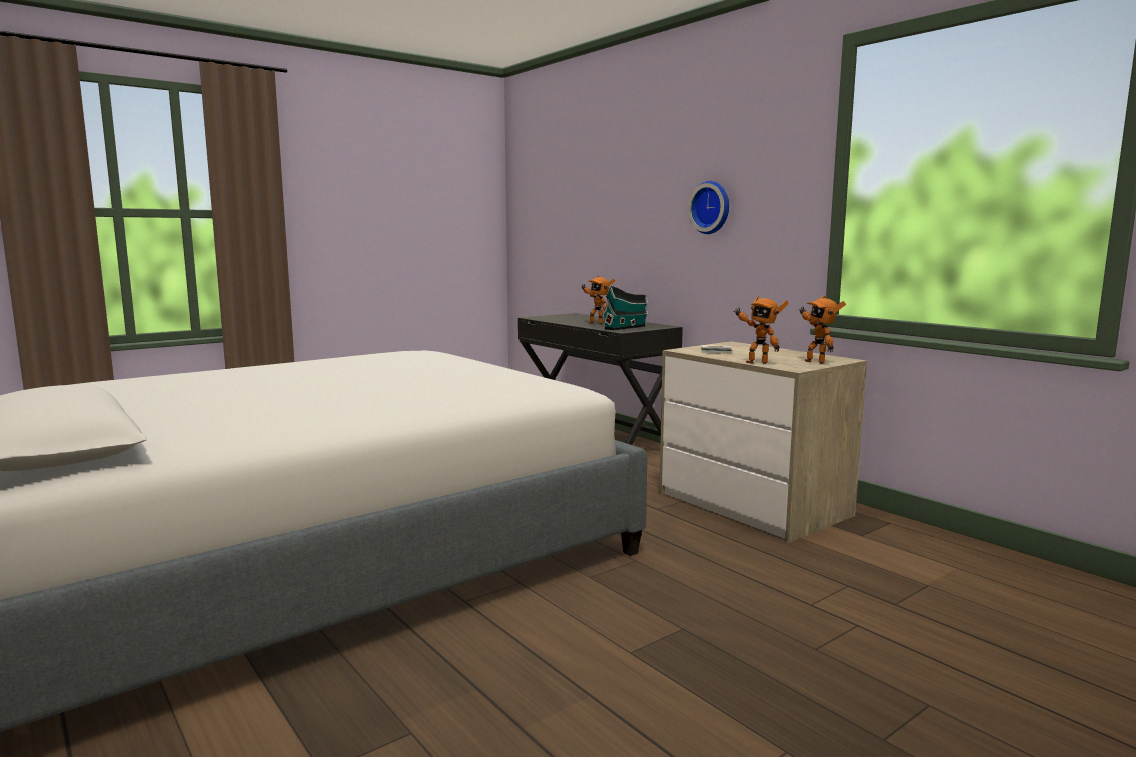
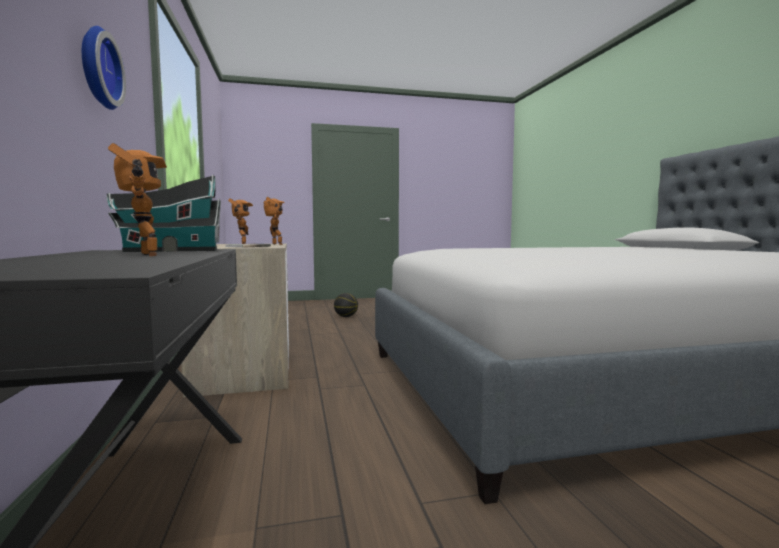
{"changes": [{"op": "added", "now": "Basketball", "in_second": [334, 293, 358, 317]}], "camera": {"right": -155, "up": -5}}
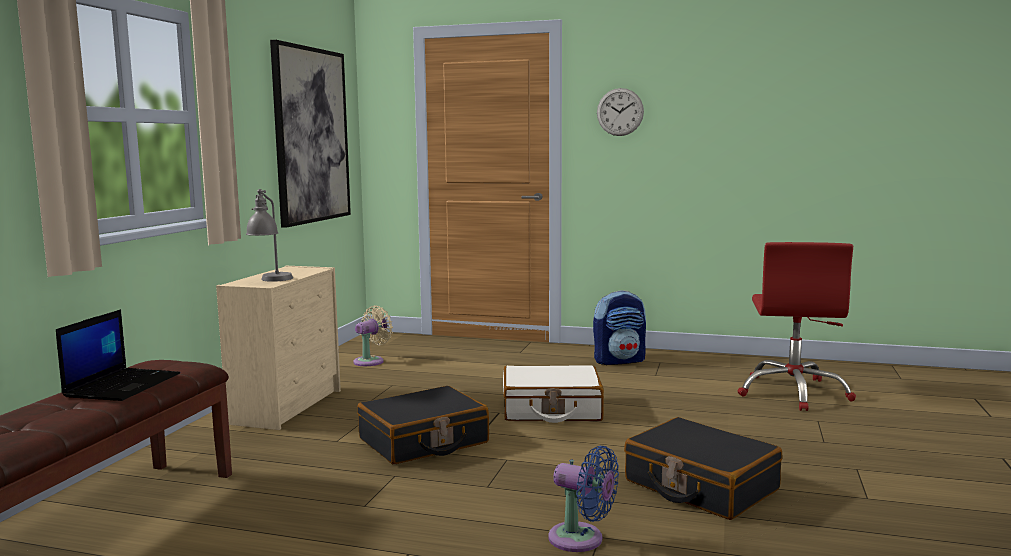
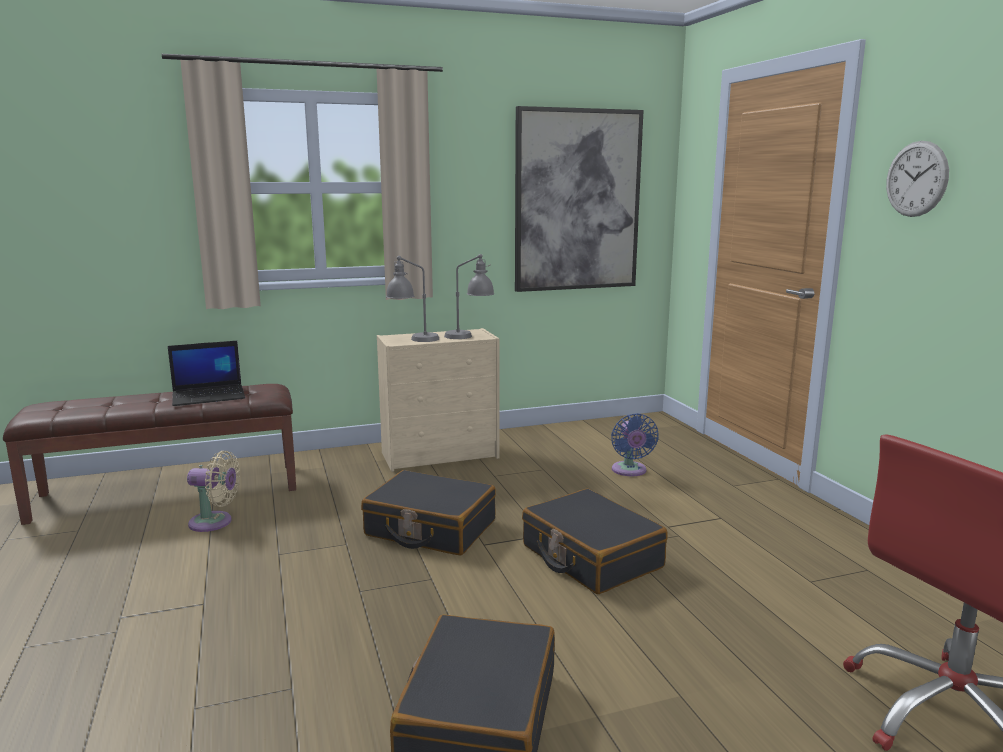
{"changes": [{"op": "removed", "was": "Rucksack", "in_first": [593, 290, 646, 365]}, {"op": "added", "now": "Tischlampe/grau", "in_second": [444, 254, 495, 339]}, {"op": "moved", "was": "Ventilator/beige", "in_first": [353, 305, 393, 366], "in_second": [187, 451, 240, 532]}, {"op": "moved", "was": "Ventilator/blau", "in_first": [548, 446, 619, 552], "in_second": [611, 413, 659, 476]}, {"op": "recoloured", "was": "Koffer/weiß", "now": "Koffer/schwarz", "in_first": [503, 365, 604, 423], "in_second": [522, 489, 667, 594]}], "camera": {"right": 55, "up": 5}}
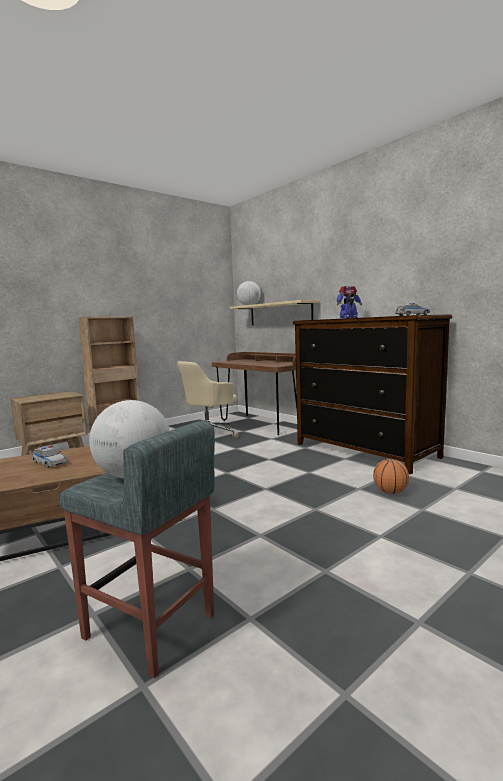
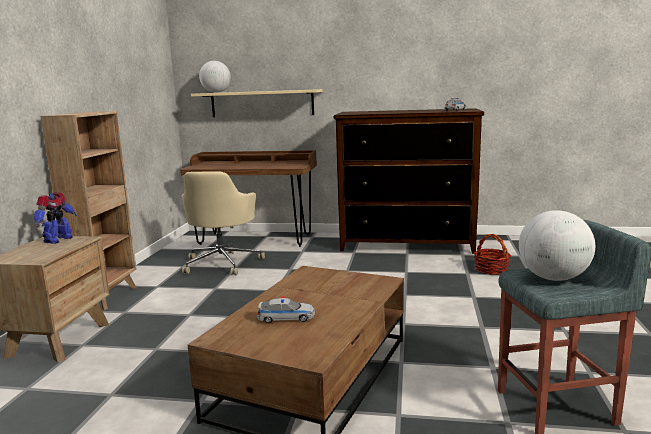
{"changes": [{"op": "moved", "was": "Spielzeugroboter", "in_first": [337, 286, 362, 319], "in_second": [34, 192, 77, 244]}, {"op": "replaced", "was": "Basketball", "now": "Korb", "in_first": [373, 459, 409, 494], "in_second": [474, 234, 511, 275]}], "camera": {"right": -40, "up": 5}}
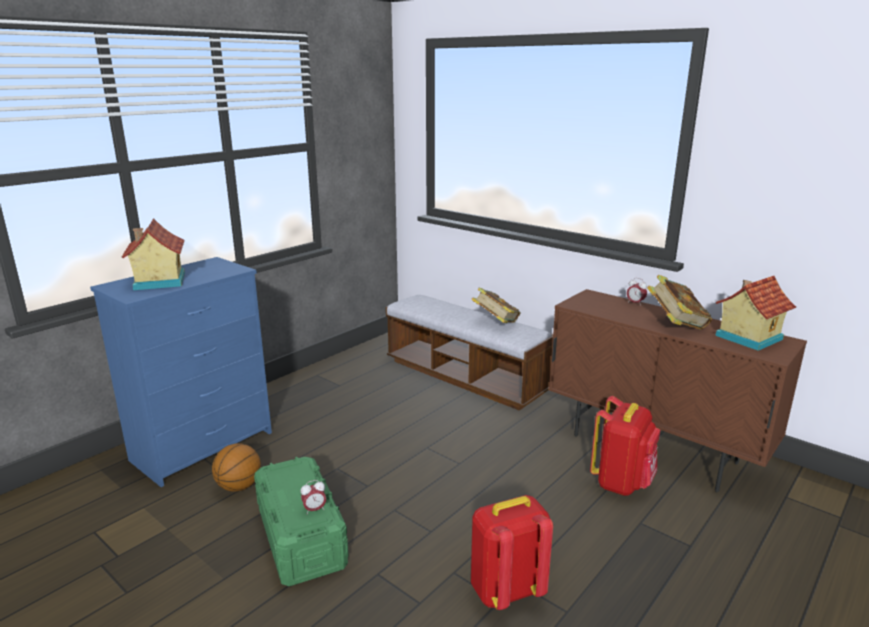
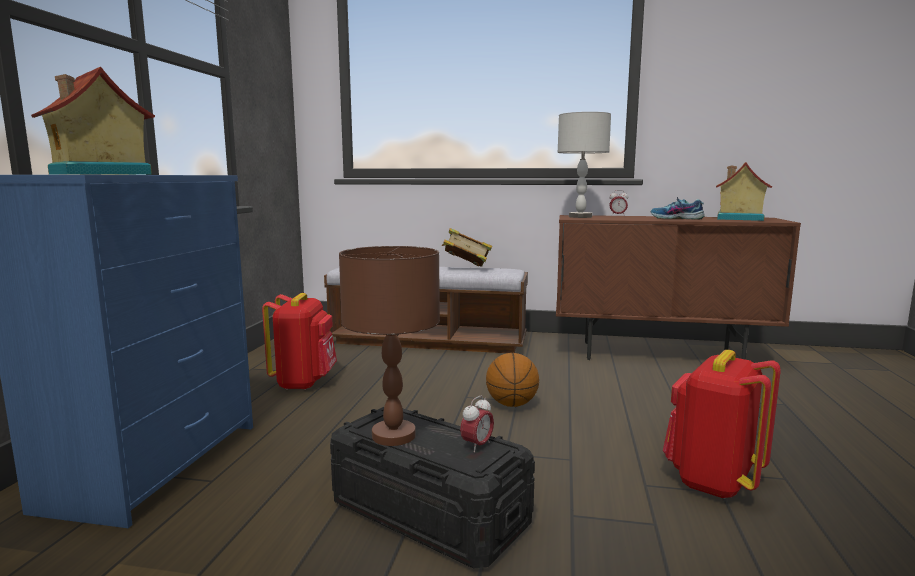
{"changes": [{"op": "added", "now": "Tischlampe/braun", "in_second": [339, 246, 440, 446]}, {"op": "added", "now": "Tischlampe/grau", "in_second": [558, 112, 611, 218]}, {"op": "moved", "was": "Basketball", "in_first": [212, 443, 261, 492], "in_second": [486, 353, 539, 407]}, {"op": "moved", "was": "Rucksack/rot", "in_first": [590, 396, 660, 496], "in_second": [262, 293, 337, 390]}, {"op": "replaced", "was": "Buch", "now": "Schuh", "in_first": [647, 275, 712, 329], "in_second": [651, 197, 705, 219]}, {"op": "recoloured", "was": "Aufbewahrungsbox/grün", "now": "Aufbewahrungsbox/schwarz", "in_first": [254, 457, 348, 586], "in_second": [330, 407, 535, 568]}], "camera": {"right": -30, "up": -10}}
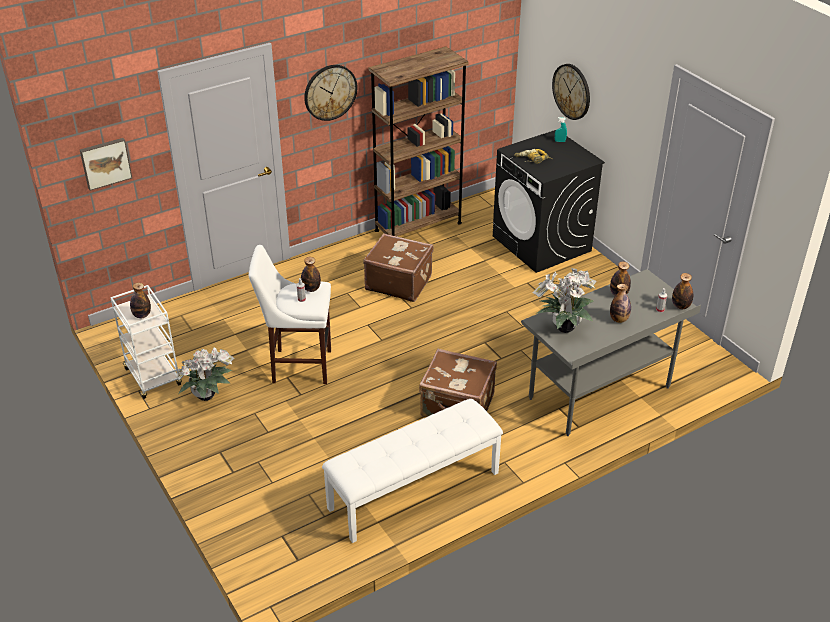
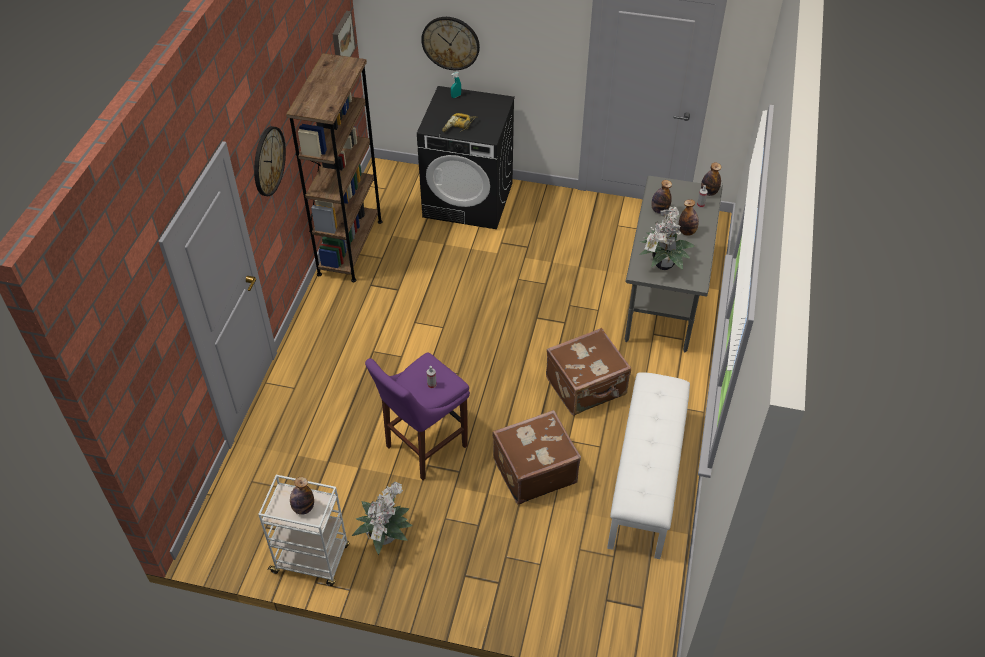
{"changes": [{"op": "removed", "was": "Flasche", "in_first": [301, 257, 321, 292]}, {"op": "moved", "was": "Bild", "in_first": [80, 138, 132, 191], "in_second": [332, 11, 356, 57]}, {"op": "moved", "was": "Koffer/braun", "in_first": [363, 233, 434, 302], "in_second": [493, 410, 581, 504]}, {"op": "recoloured", "was": "Hocker/weiß", "now": "Hocker/lila", "in_first": [249, 245, 331, 384], "in_second": [365, 353, 470, 480]}], "camera": {"right": -45, "up": 10}}
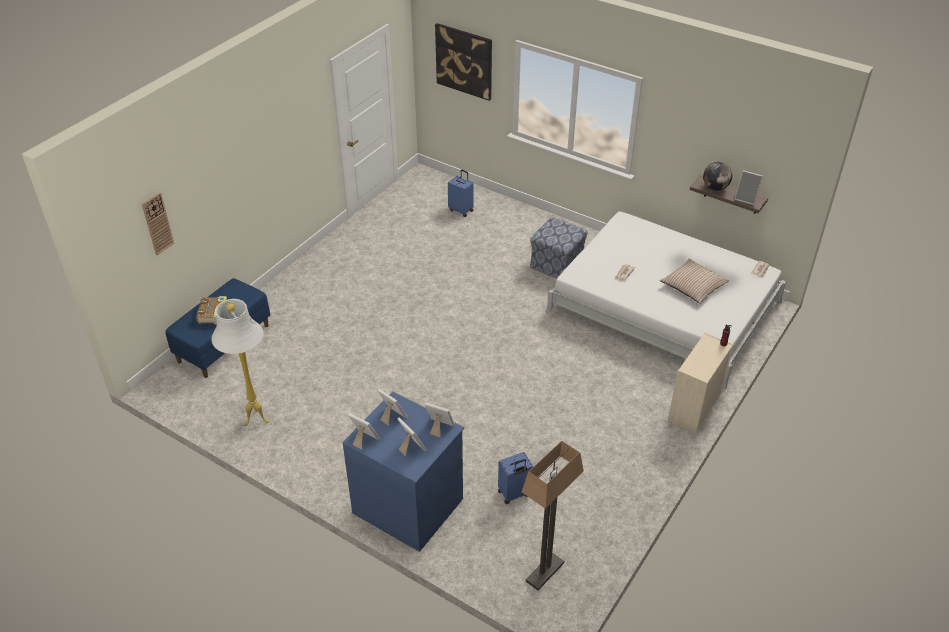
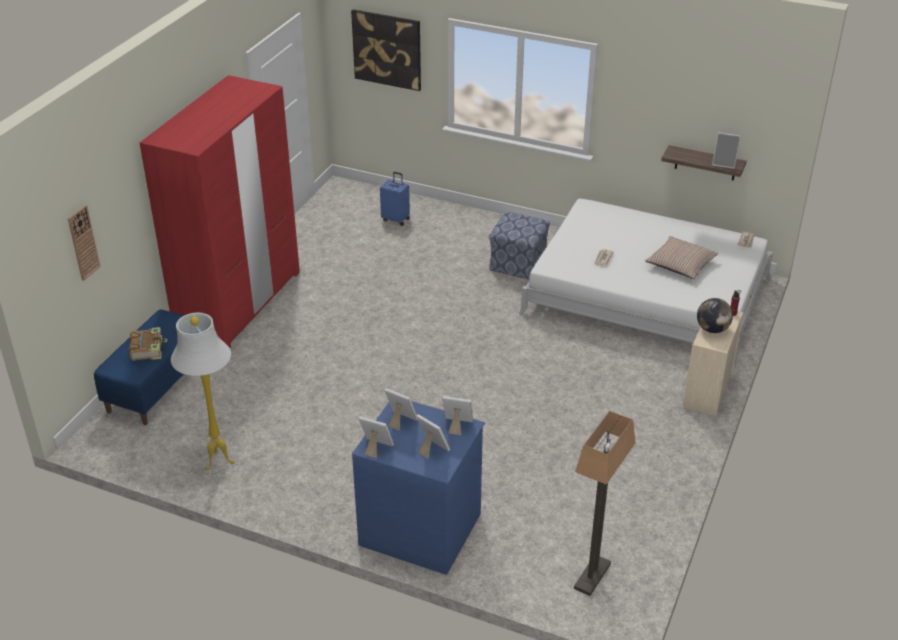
{"changes": [{"op": "removed", "was": "Koffer/blau", "in_first": [498, 452, 534, 504]}, {"op": "added", "now": "Kleiderschrank/rot", "in_second": [140, 75, 300, 348]}, {"op": "moved", "was": "Globus", "in_first": [703, 162, 732, 191], "in_second": [697, 298, 733, 333]}], "camera": {"right": -10, "up": -5}}
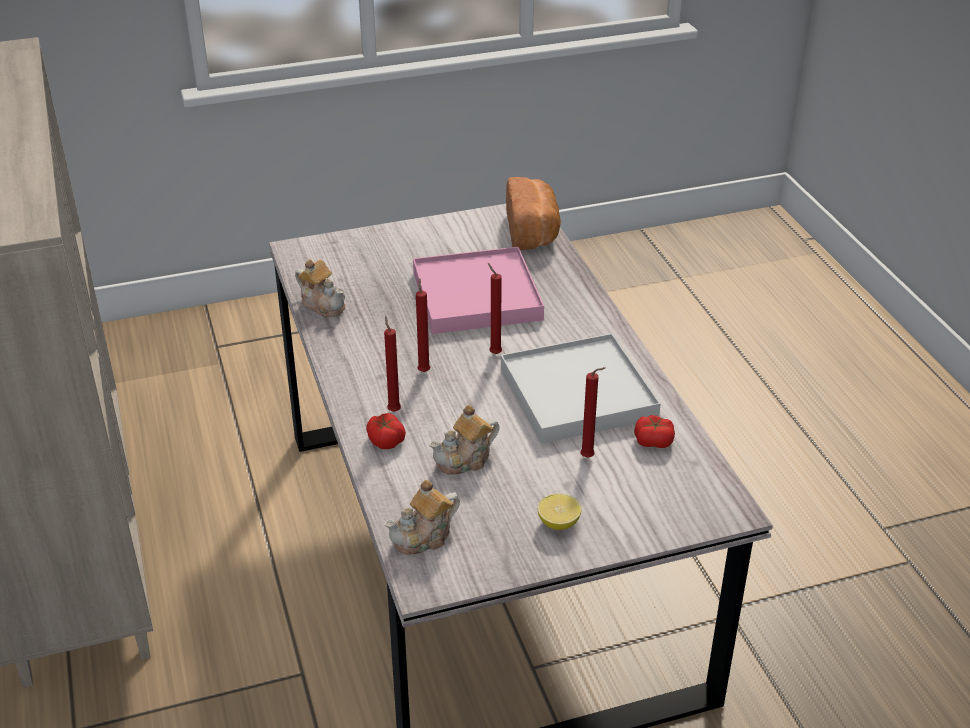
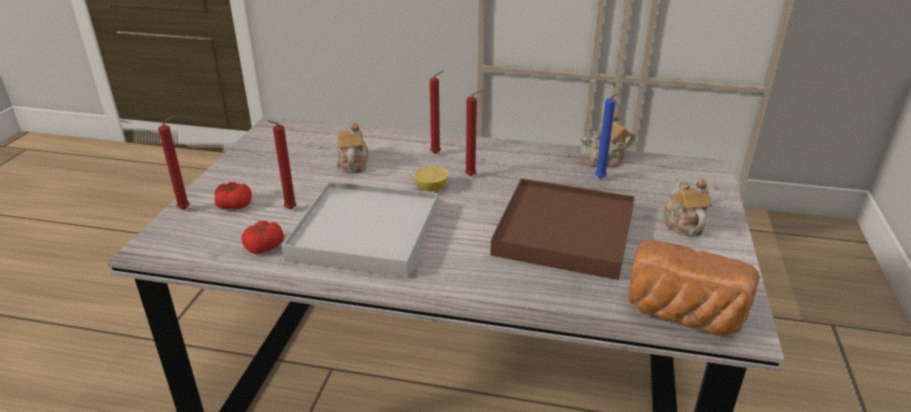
{"changes": [{"op": "added", "now": "Kerze/blau", "in_second": [595, 92, 622, 179]}, {"op": "moved", "was": "Tomate", "in_first": [366, 413, 406, 449], "in_second": [215, 182, 252, 209]}, {"op": "moved", "was": "Teekanne", "in_first": [385, 480, 460, 555], "in_second": [664, 178, 712, 237]}, {"op": "moved", "was": "Kerze/rot", "in_first": [488, 263, 502, 354], "in_second": [158, 116, 190, 210]}, {"op": "moved", "was": "Zitrone", "in_first": [538, 493, 581, 530], "in_second": [414, 166, 449, 191]}, {"op": "recoloured", "was": "Tablett/rosa", "now": "Tablett/braun", "in_first": [413, 247, 544, 334], "in_second": [490, 179, 635, 280]}], "camera": {"right": 120, "up": -5}}
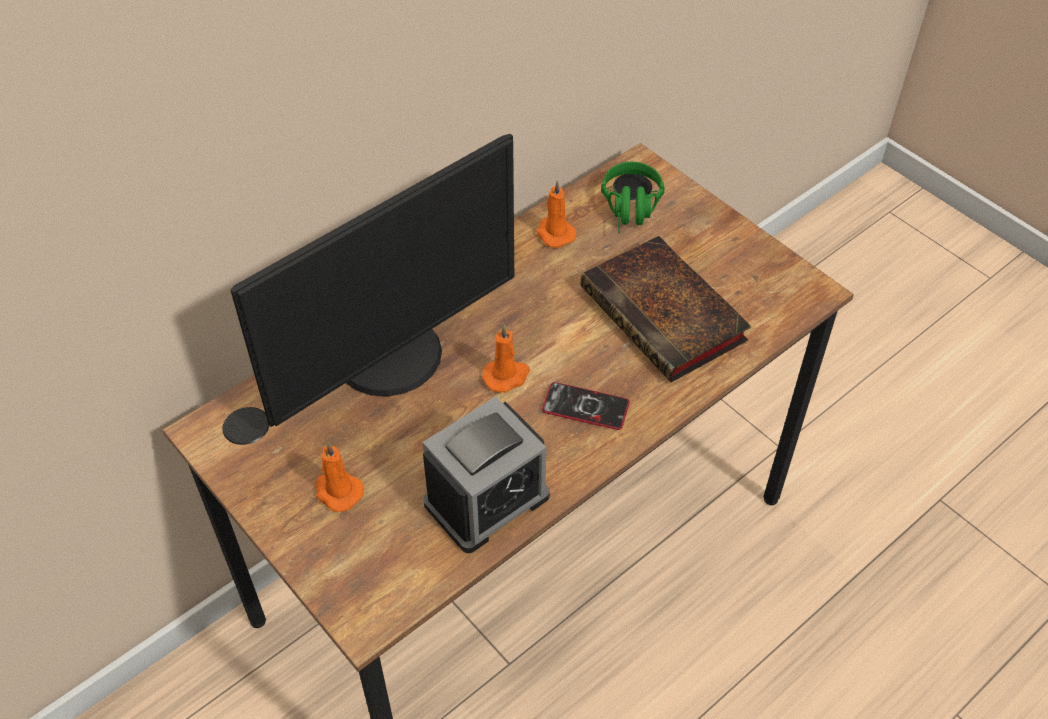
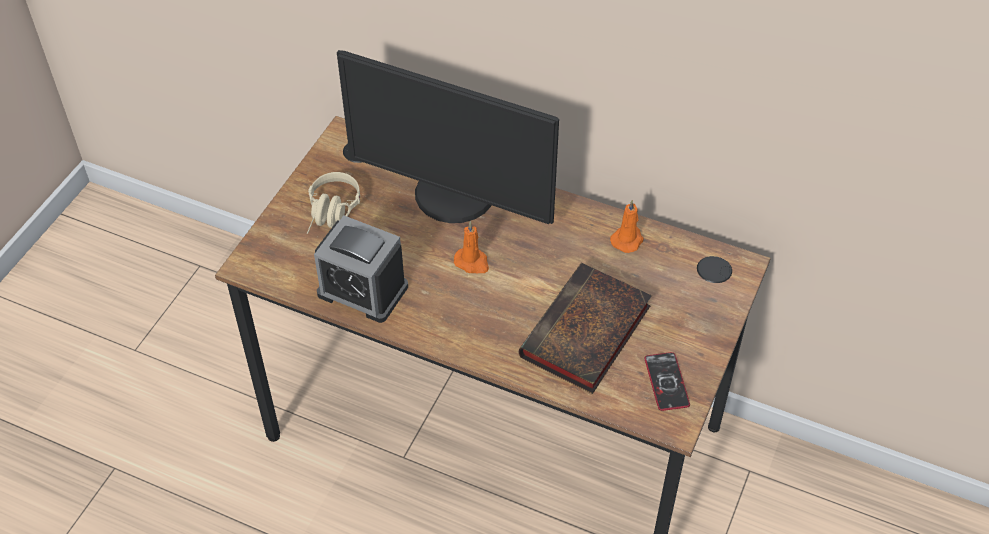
{"changes": [{"op": "removed", "was": "Kopfhörer/grün", "in_first": [601, 162, 665, 233]}, {"op": "moved", "was": "Handy", "in_first": [542, 382, 630, 430], "in_second": [644, 352, 690, 411]}, {"op": "replaced", "was": "Kerze/orange", "now": "Kopfhörer/beige", "in_first": [316, 442, 364, 512], "in_second": [307, 172, 360, 234]}], "camera": {"right": 65, "up": 0}}
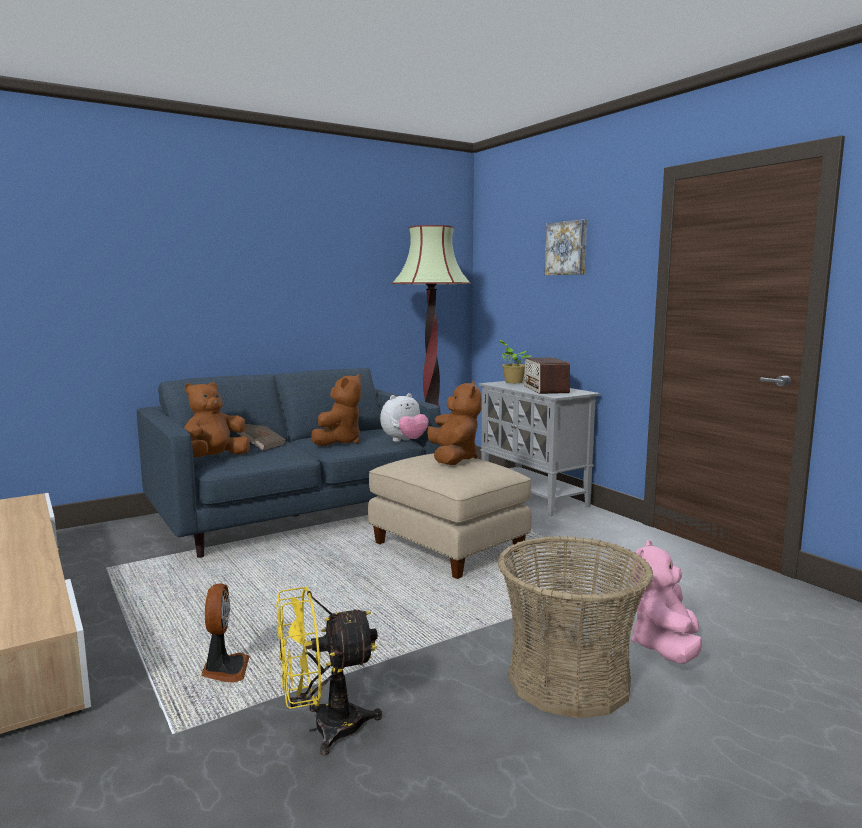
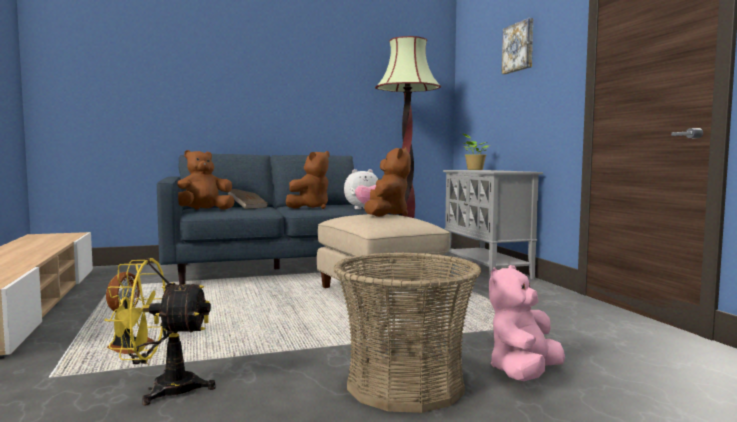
{"changes": [{"op": "removed", "was": "Radio", "in_first": [524, 357, 570, 394]}], "camera": {"right": 15, "up": -5}}
